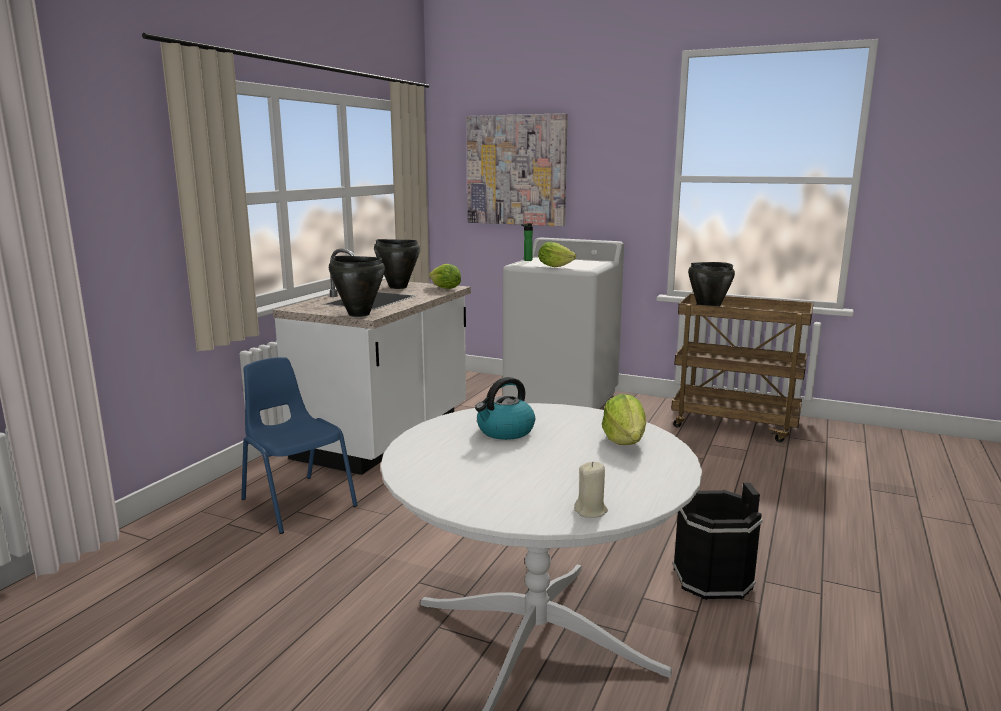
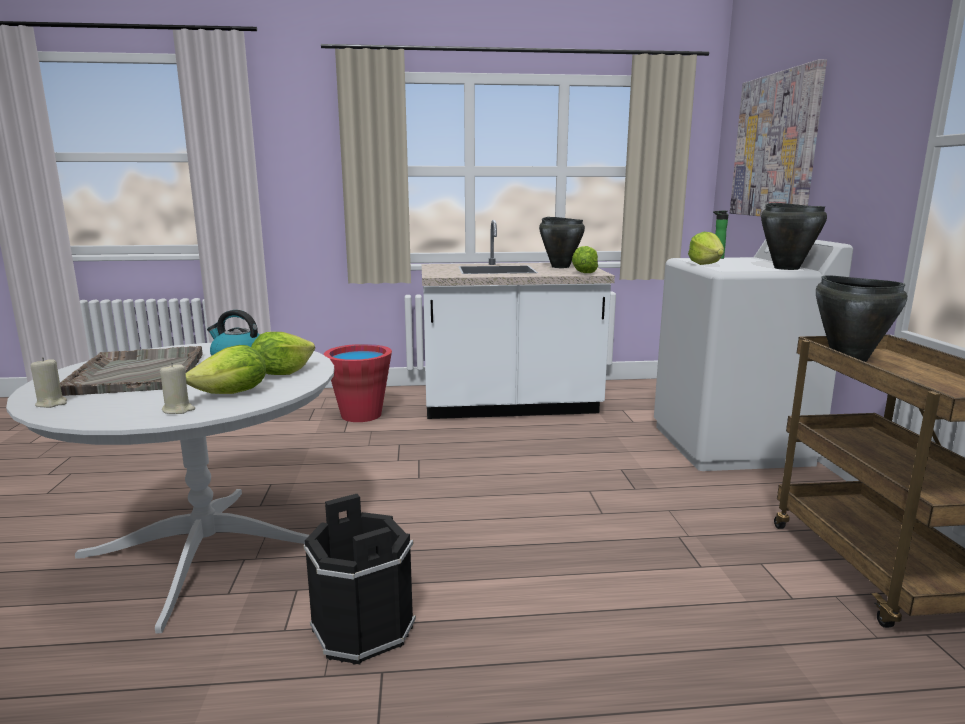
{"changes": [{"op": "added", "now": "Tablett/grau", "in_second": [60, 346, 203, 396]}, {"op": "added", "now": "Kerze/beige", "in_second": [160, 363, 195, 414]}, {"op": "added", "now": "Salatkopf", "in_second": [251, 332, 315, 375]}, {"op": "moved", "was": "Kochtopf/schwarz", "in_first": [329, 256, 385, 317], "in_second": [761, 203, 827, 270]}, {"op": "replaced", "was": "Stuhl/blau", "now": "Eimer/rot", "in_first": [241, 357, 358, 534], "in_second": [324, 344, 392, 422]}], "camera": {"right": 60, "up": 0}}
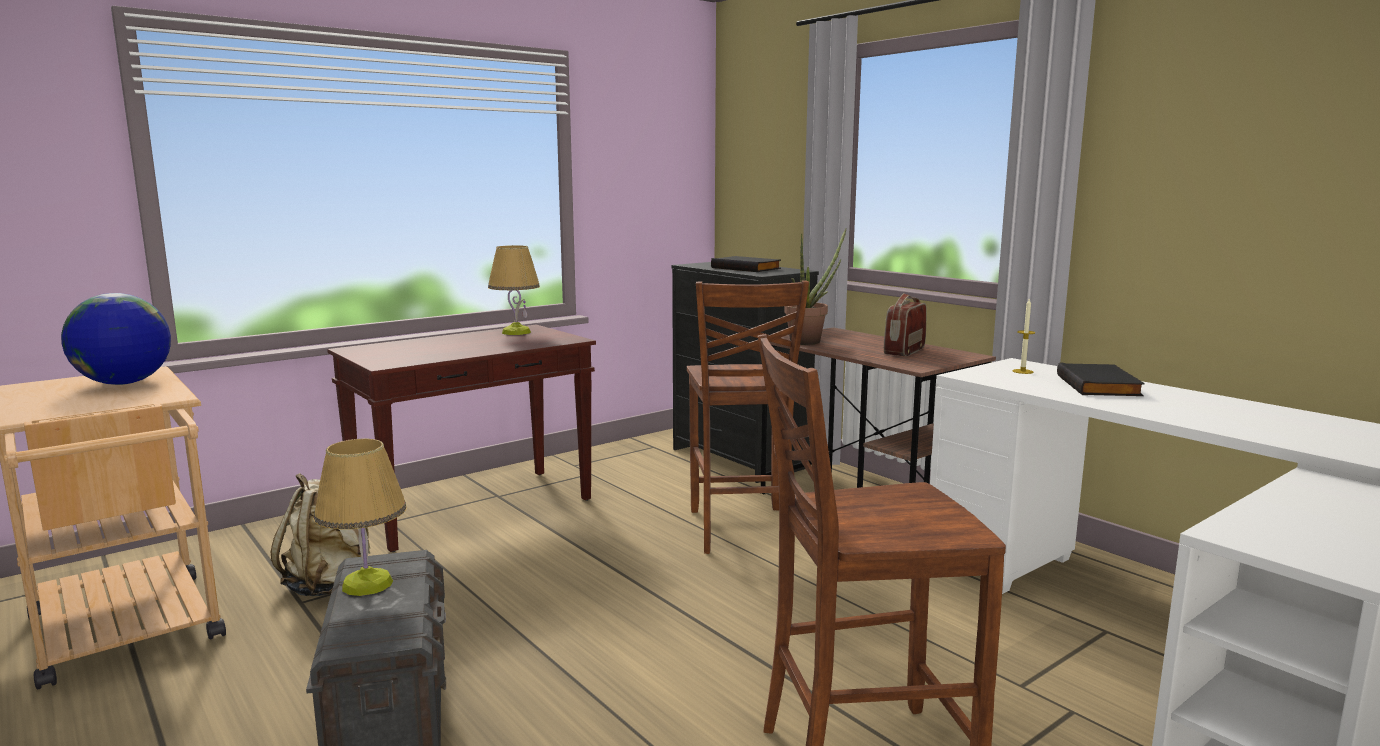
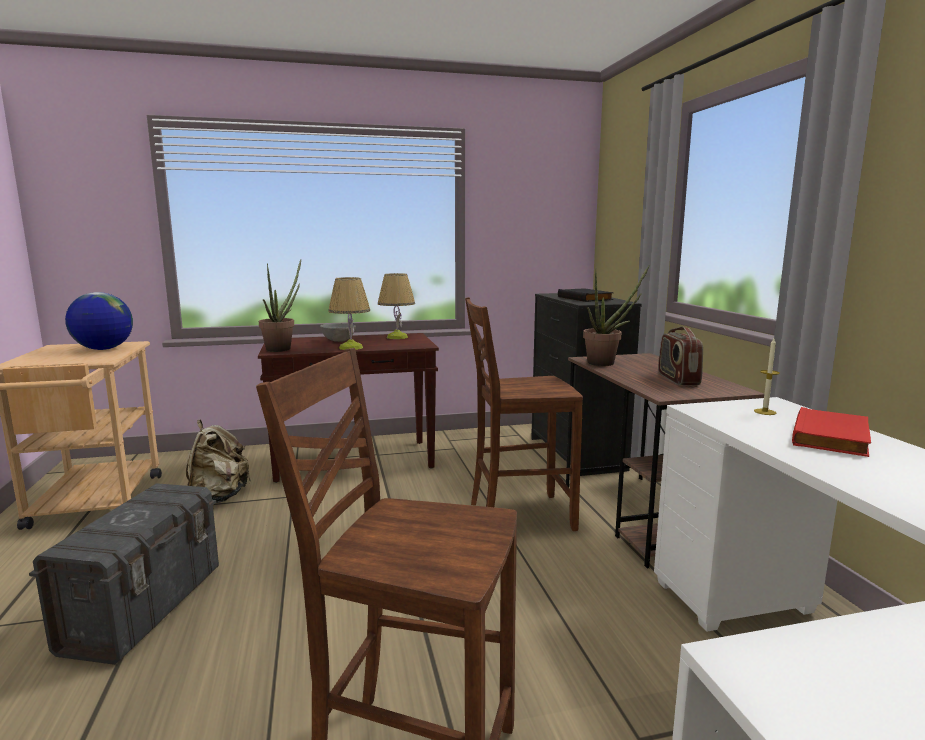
{"changes": [{"op": "added", "now": "Topfpflanze", "in_second": [259, 259, 301, 352]}, {"op": "added", "now": "Schüssel/grau", "in_second": [320, 323, 356, 342]}, {"op": "moved", "was": "Tischlampe", "in_first": [314, 438, 407, 596], "in_second": [328, 277, 370, 350]}, {"op": "recoloured", "was": "Buch/schwarz", "now": "Buch/rot", "in_first": [1057, 362, 1145, 396], "in_second": [792, 407, 871, 457]}, {"op": "turned", "was": "Stuhl/braun", "in_first": [687, 280, 809, 554], "in_second": [465, 297, 583, 531], "clockwise": 60}, {"op": "turned", "was": "Radio", "in_first": [884, 293, 927, 356], "in_second": [658, 326, 703, 385], "clockwise": -60}], "camera": {"right": 25, "up": 0}}
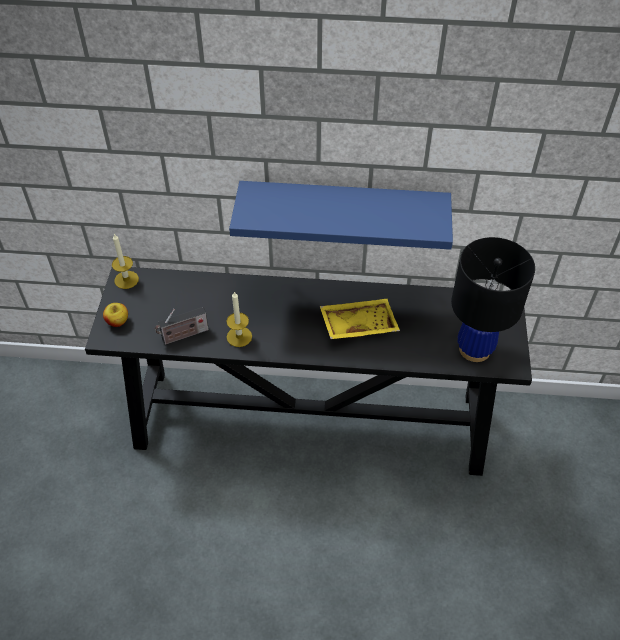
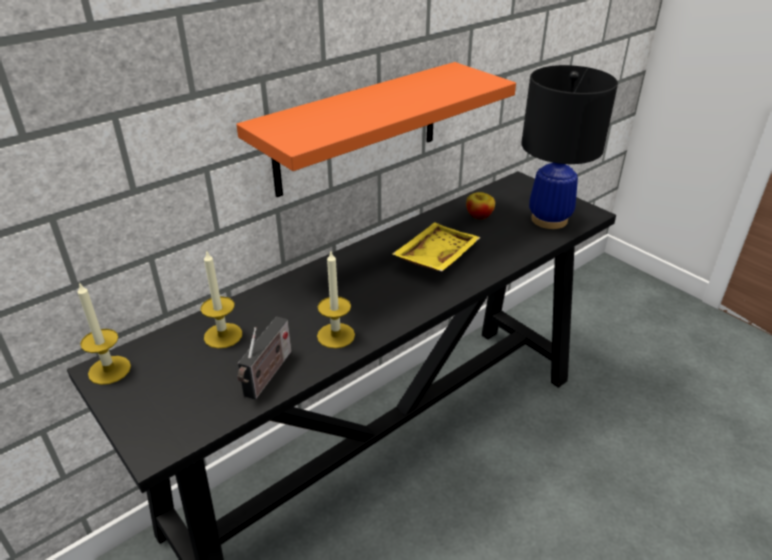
{"changes": [{"op": "added", "now": "Kerze", "in_second": [201, 250, 242, 349]}, {"op": "moved", "was": "Apfel", "in_first": [103, 303, 128, 327], "in_second": [466, 192, 495, 219]}, {"op": "recoloured", "was": "Wandregal/blau", "now": "Wandregal/orange", "in_first": [229, 181, 453, 250], "in_second": [236, 62, 516, 197]}], "camera": {"right": -45, "up": -15}}
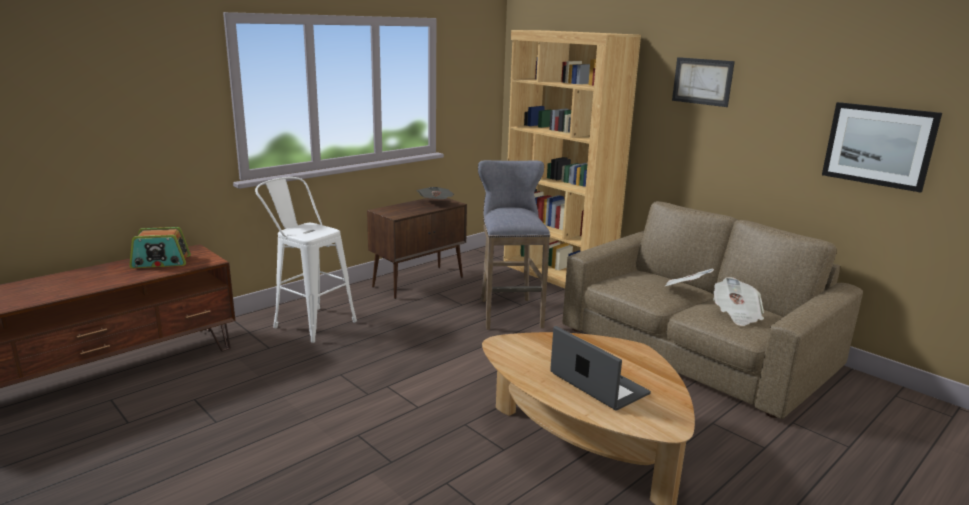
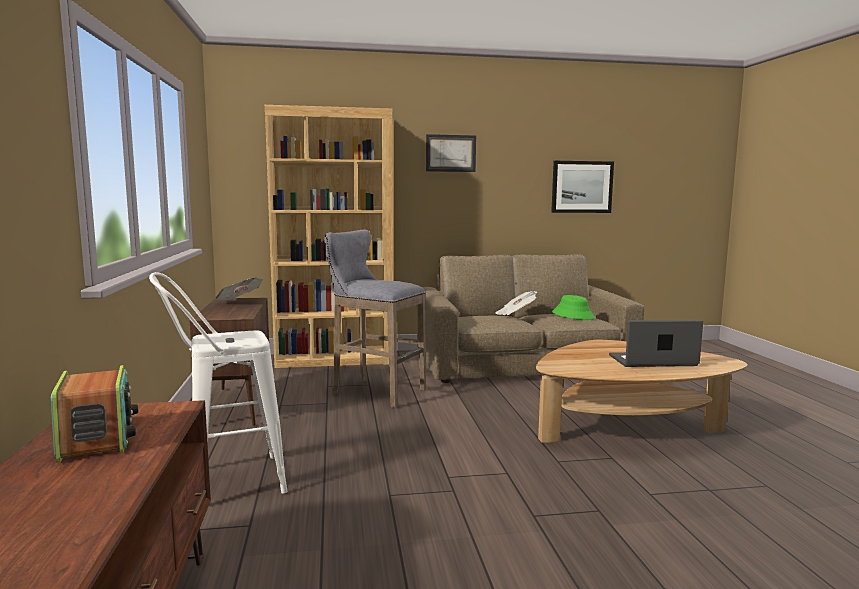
{"changes": [{"op": "replaced", "was": "Zeitung", "now": "Hut/grün", "in_first": [713, 277, 764, 326], "in_second": [552, 295, 595, 320]}, {"op": "turned", "was": "Radio", "in_first": [129, 227, 191, 268], "in_second": [51, 365, 138, 463], "clockwise": -45}], "camera": {"right": -55, "up": -10}}
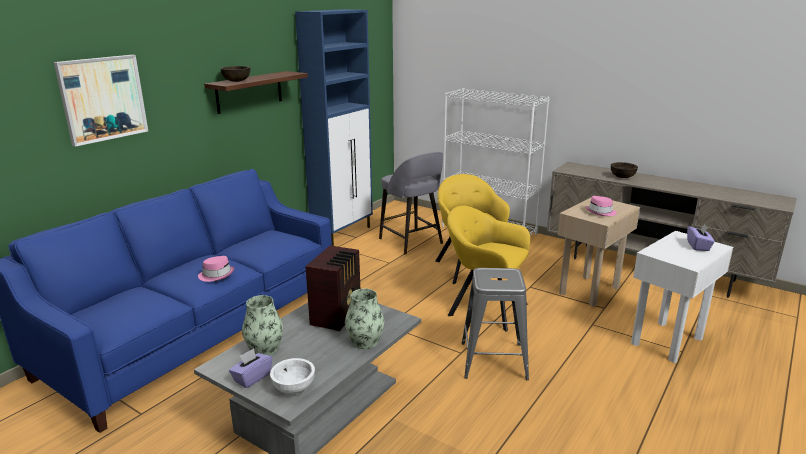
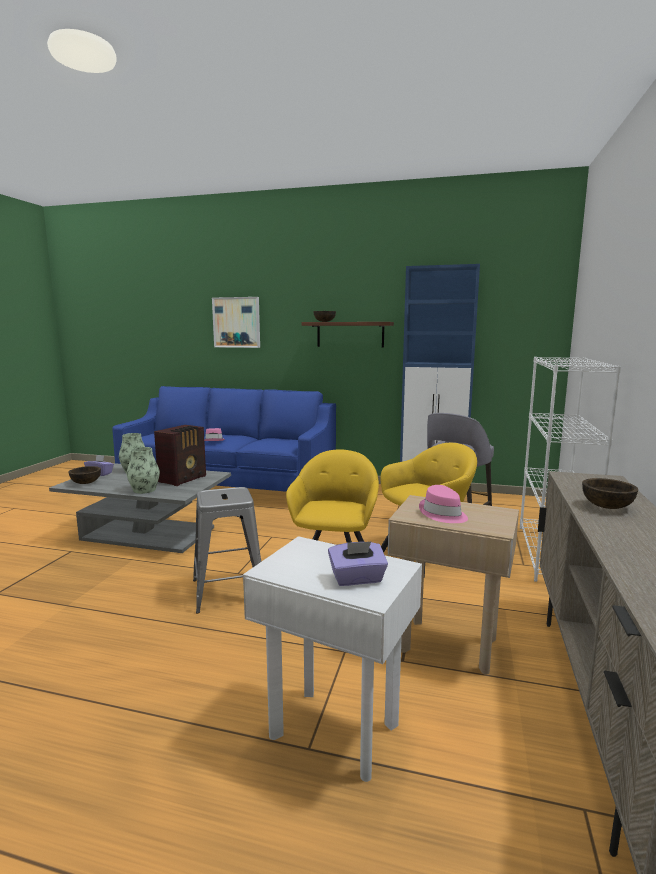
{"changes": [{"op": "recoloured", "was": "Schüssel/weiß", "now": "Schüssel/braun", "in_first": [270, 358, 315, 394], "in_second": [68, 466, 101, 484]}, {"op": "turned", "was": "Radio", "in_first": [305, 246, 360, 331], "in_second": [154, 425, 206, 486], "clockwise": -60}], "camera": {"right": 70, "up": -10}}
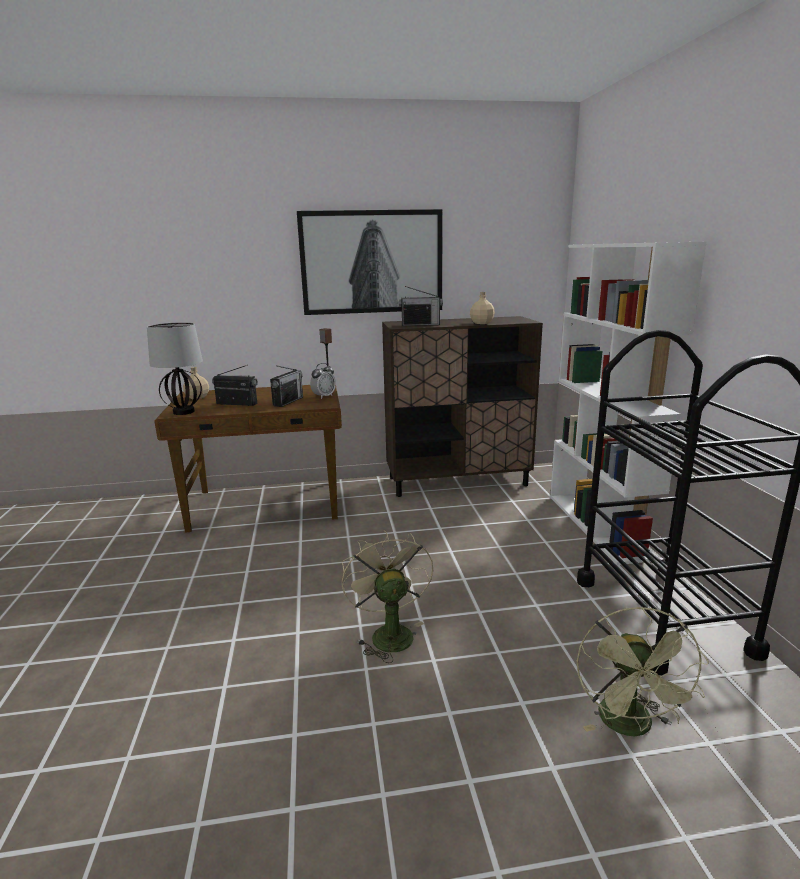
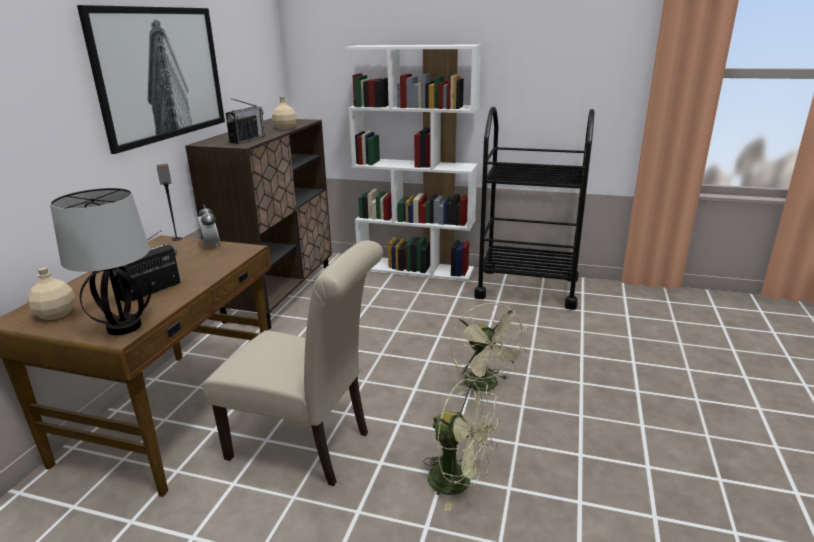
{"changes": [{"op": "removed", "was": "Radio", "in_first": [270, 365, 303, 407]}, {"op": "added", "now": "Stuhl/beige", "in_second": [203, 240, 383, 486]}, {"op": "moved", "was": "Ventilator/grün", "in_first": [577, 606, 709, 737], "in_second": [423, 379, 500, 511]}, {"op": "turned", "was": "Ventilator/beige", "in_first": [342, 530, 433, 663], "in_second": [450, 303, 528, 396], "clockwise": -120}], "camera": {"right": -65, "up": 5}}
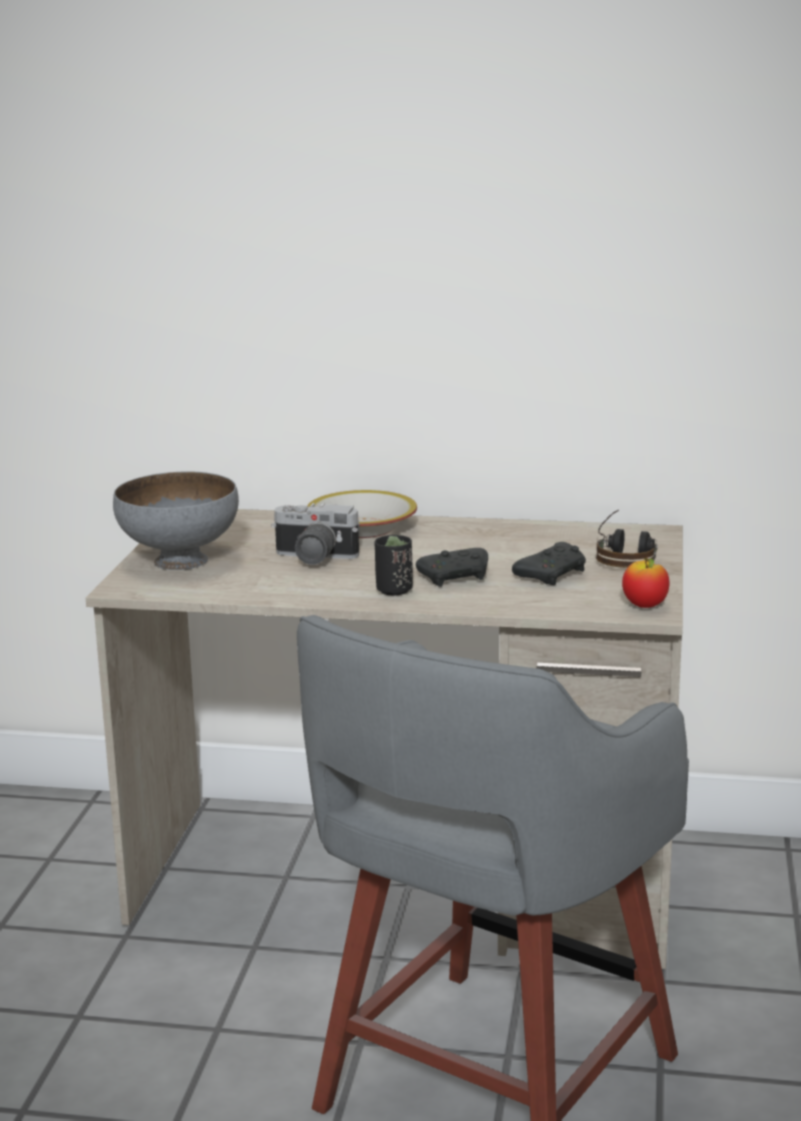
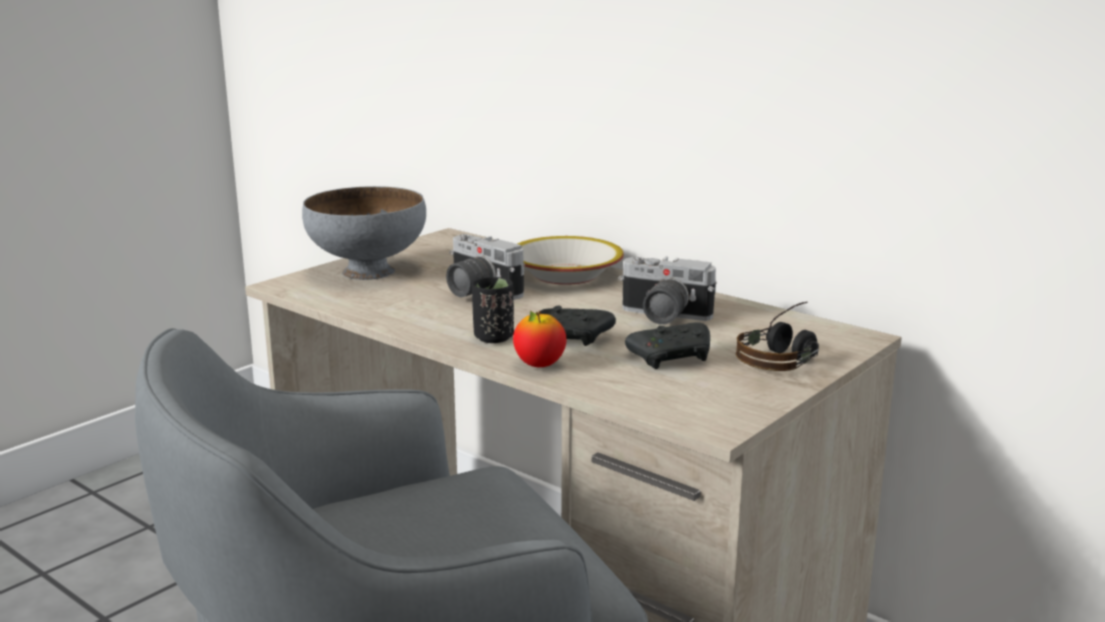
{"changes": [{"op": "added", "now": "Kamera", "in_second": [618, 257, 716, 325]}, {"op": "moved", "was": "Apfel", "in_first": [622, 558, 669, 608], "in_second": [513, 310, 566, 367]}], "camera": {"right": 30, "up": 0}}
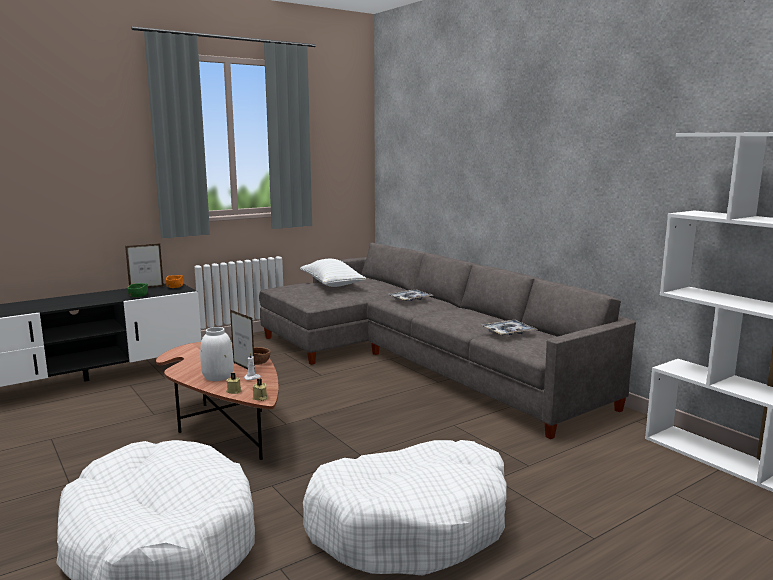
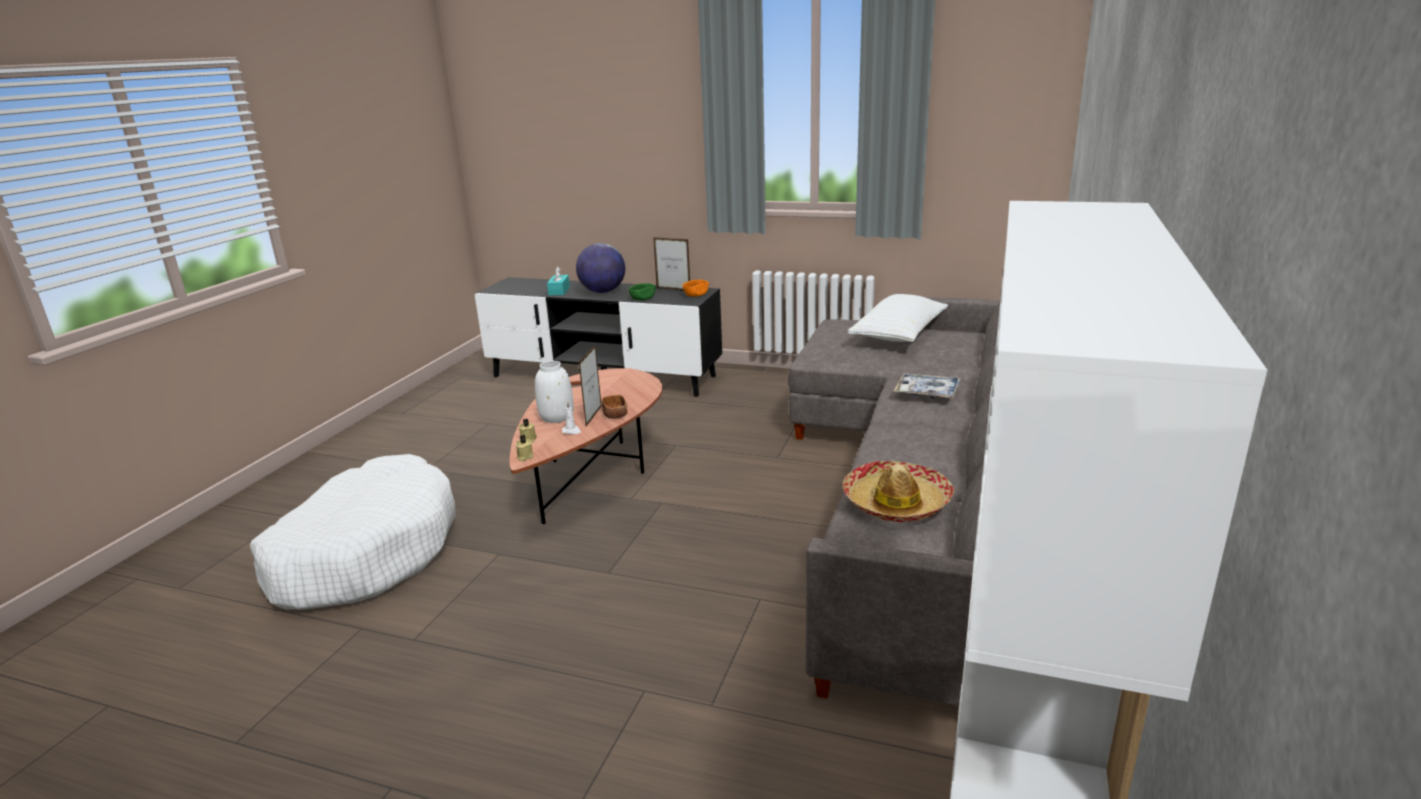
{"changes": [{"op": "removed", "was": "Hundebett/weiß", "in_first": [303, 440, 507, 576]}, {"op": "added", "now": "Taschentuchbox/türkis", "in_second": [547, 267, 570, 295]}, {"op": "added", "now": "Globus", "in_second": [576, 243, 625, 293]}, {"op": "replaced", "was": "Tablett", "now": "Hut", "in_first": [481, 320, 537, 336], "in_second": [843, 461, 954, 522]}], "camera": {"right": 55, "up": 10}}
